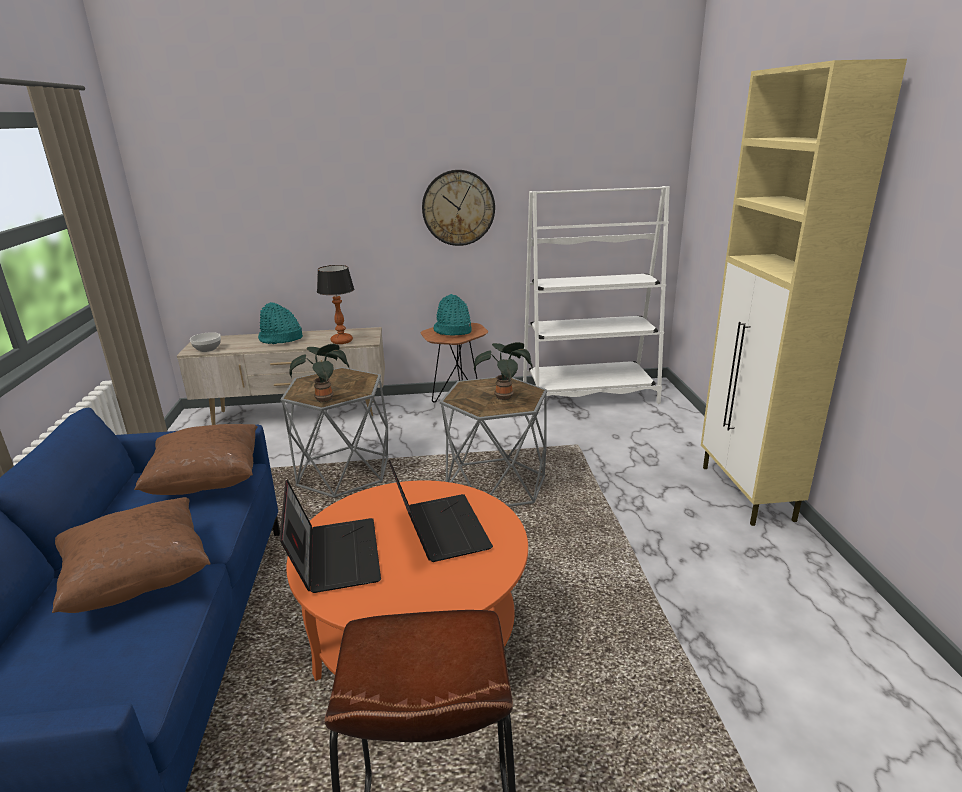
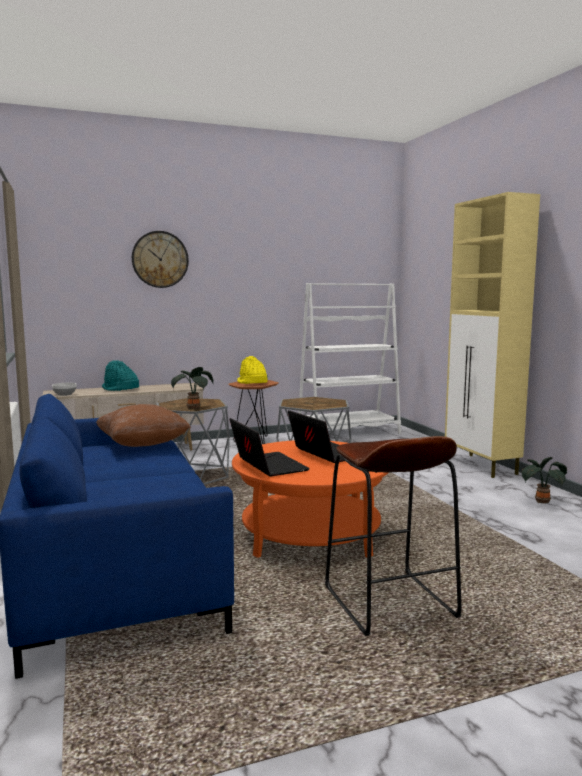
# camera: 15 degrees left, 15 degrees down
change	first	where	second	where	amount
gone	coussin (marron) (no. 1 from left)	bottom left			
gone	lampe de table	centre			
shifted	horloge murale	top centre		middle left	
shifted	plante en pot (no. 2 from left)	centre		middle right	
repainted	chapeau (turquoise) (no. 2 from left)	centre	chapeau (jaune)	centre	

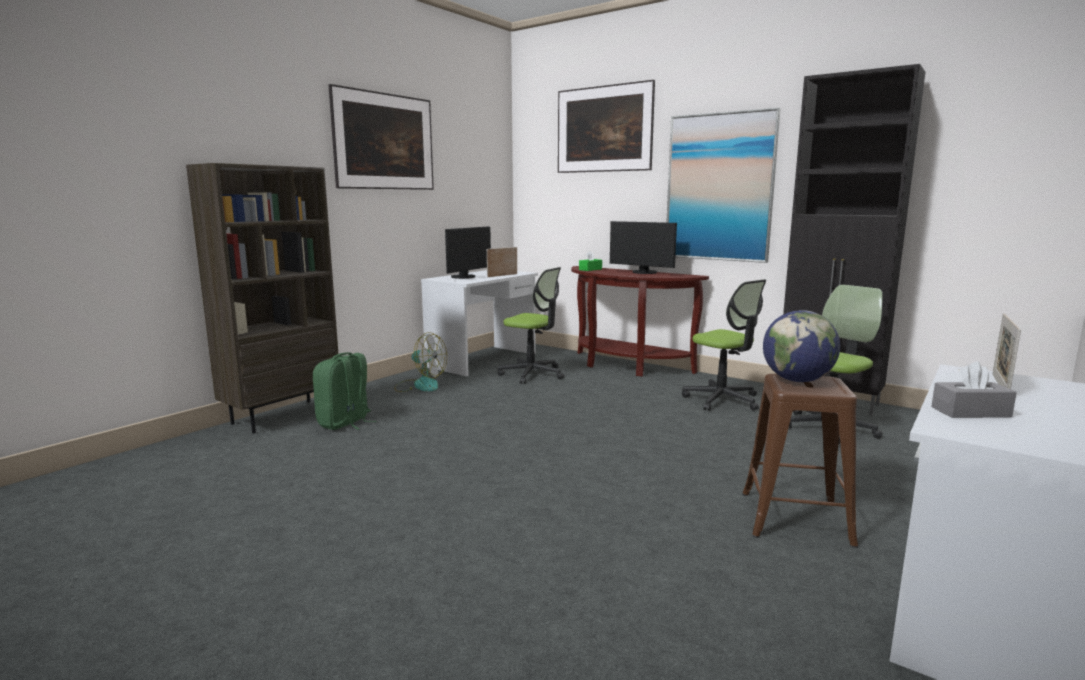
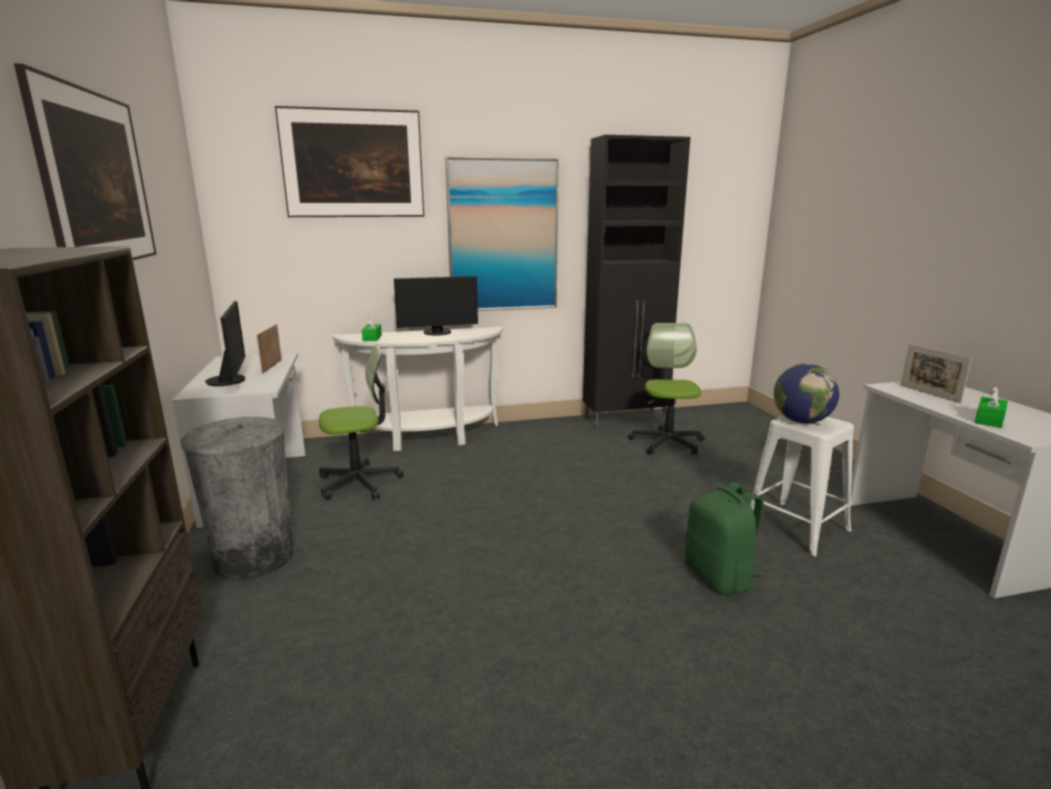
# camera: 50 degrees left, 5 degrees up
change	first	where	second	where	amount
gone	chaise de bureau (no. 2 from left)	middle right			
shifted	sac à dos (vert)	middle left		bottom right	
swapped	ventilateur	centre	poubelle (gris)	middle left	
repainted	table console (marron)	centre	table console (blanc)	centre	
repainted	tabouret (marron)	bottom right	tabouret (blanc)	middle right	
repainted	boîte à mouchoirs (gris)	middle right	boîte à mouchoirs (vert) (no. 2 from left)	middle right	

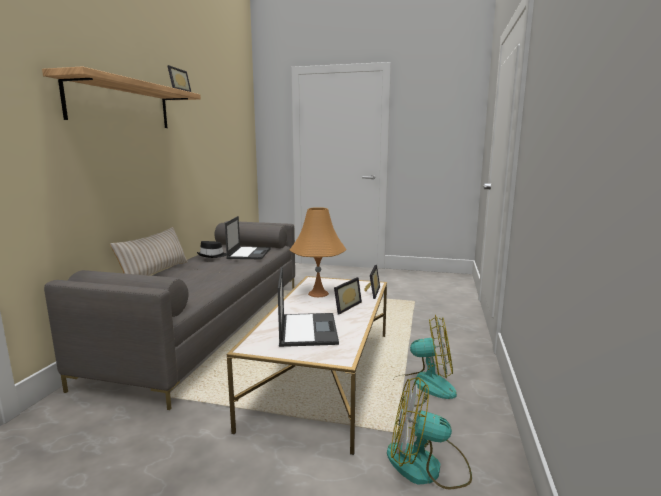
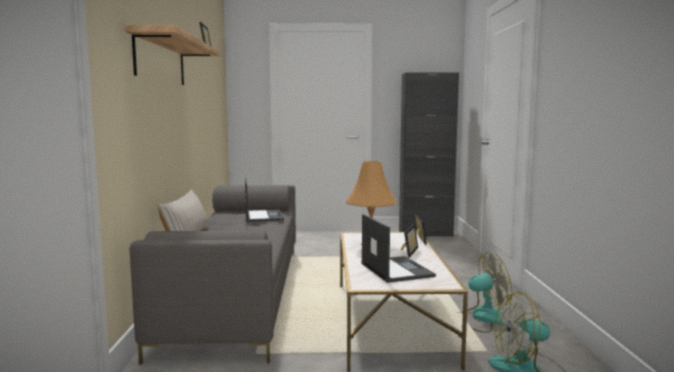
# camera: 15 degrees left, 5 degrees down
change	first	where	second	where	amount
gone	chapeau (noir)	middle left			
new			meuble de rangement (noir)	centre	

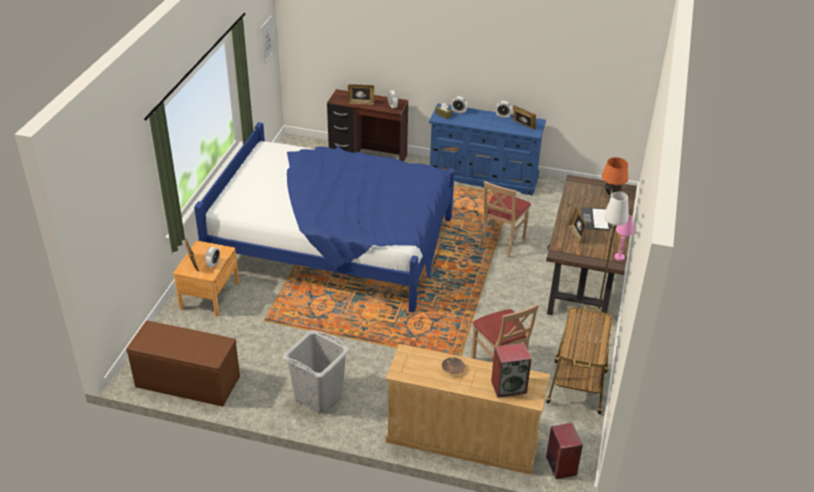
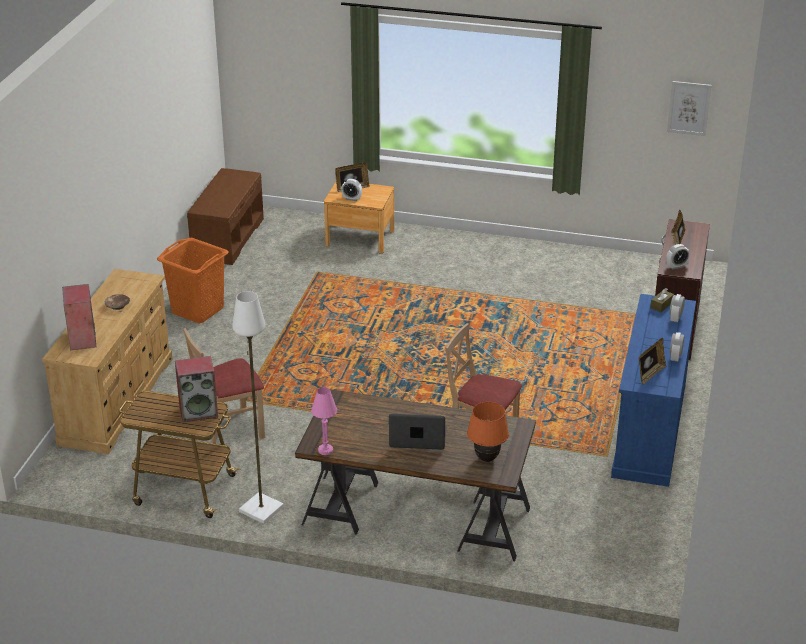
# camera: 90 degrees right, 5 degrees down
change	first	where	second	where	amount
gone	lit (bleu)	centre			
gone	cadre photo (no. 4 from left)	middle right			
shifted	enceinte (no. 2 from left)	bottom right		middle left	
repainted	panier à linge (gris)	bottom centre	panier à linge (orange)	middle left	

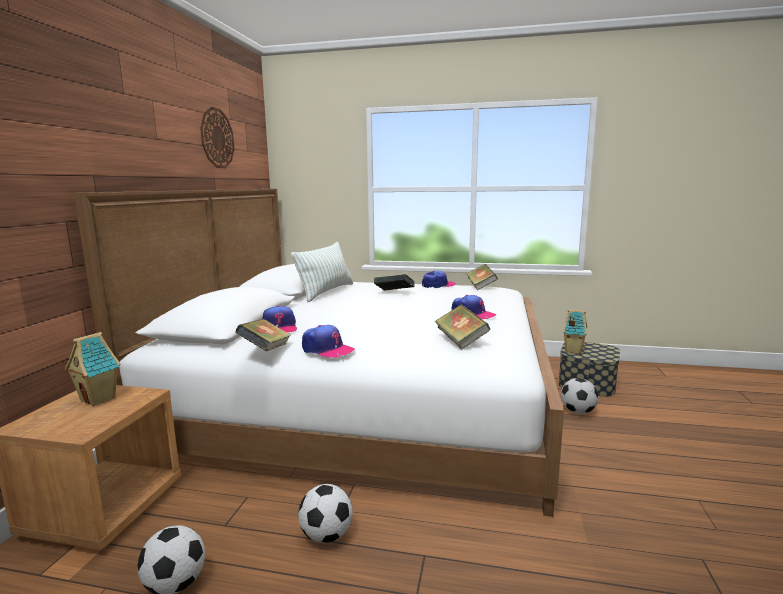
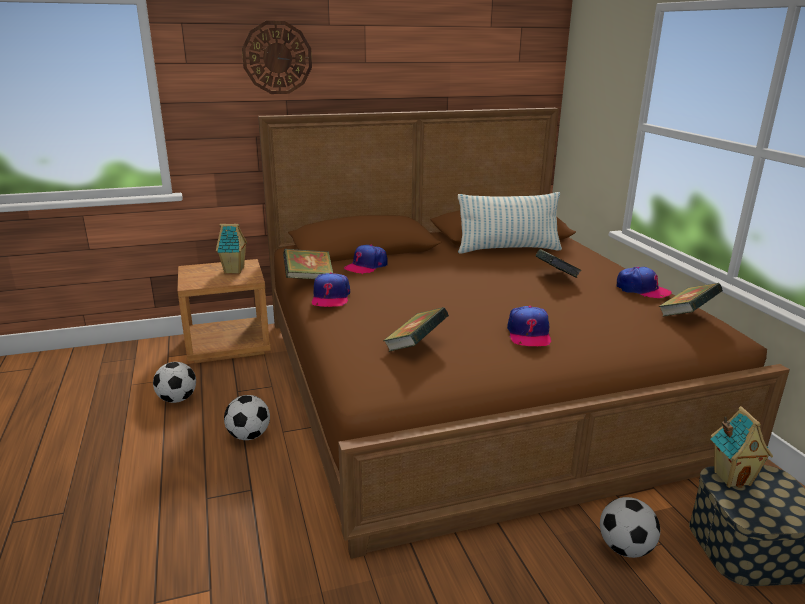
# camera: 60 degrees right, 10 degrees up
change	first	where	second	where	amount
shifted	horloge murale	top left		top centre	
repainted	lit (blanc)	centre	lit (marron)	centre	

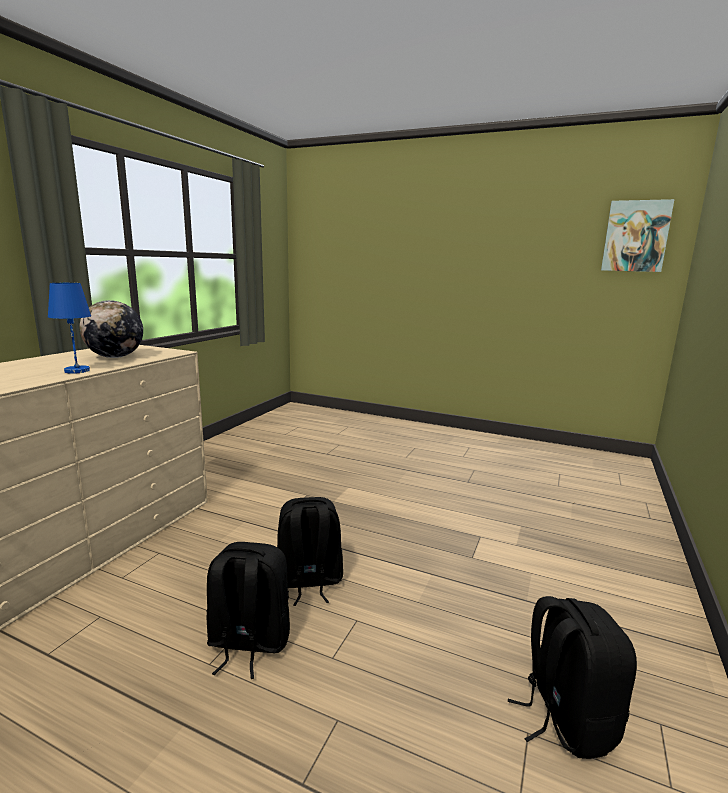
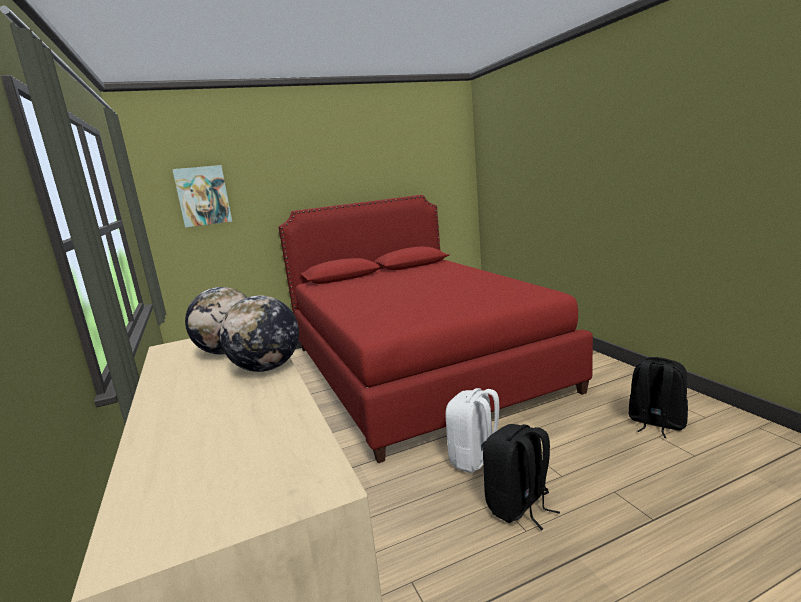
# camera: 45 degrees left, 0 degrees up
change	first	where	second	where	amount
new			lit (rouge)	centre	
shifted	tableau	top right		top left	
swapped	lampe de table (bleu)	middle left	globe (no. 2 from left)	middle left	
repainted	sac à dos (noir) (no. 2 from left)	bottom centre	sac à dos (blanc)	bottom centre	

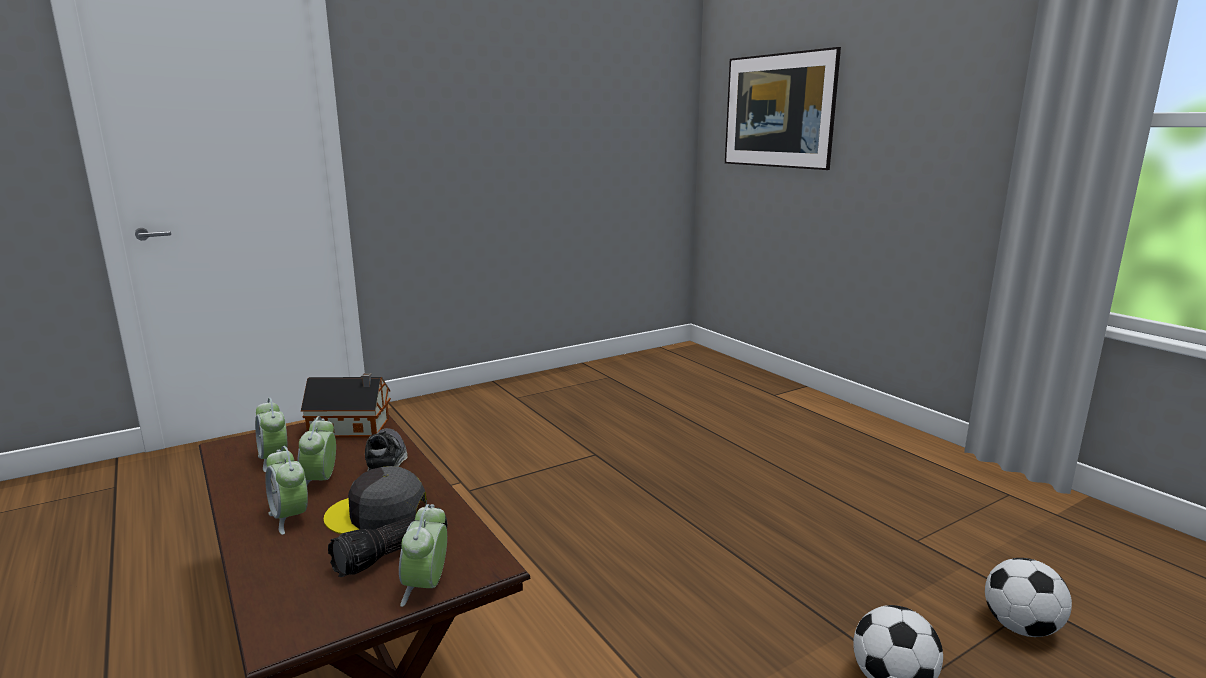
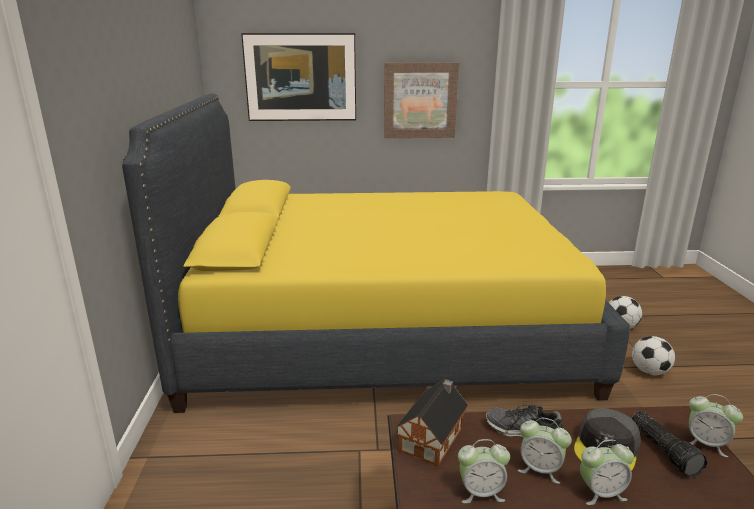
# camera: 60 degrees left, 5 degrees up
change	first	where	second	where	amount
new			lit (jaune)	centre	
new			tableau (no. 2 from left)	top centre	

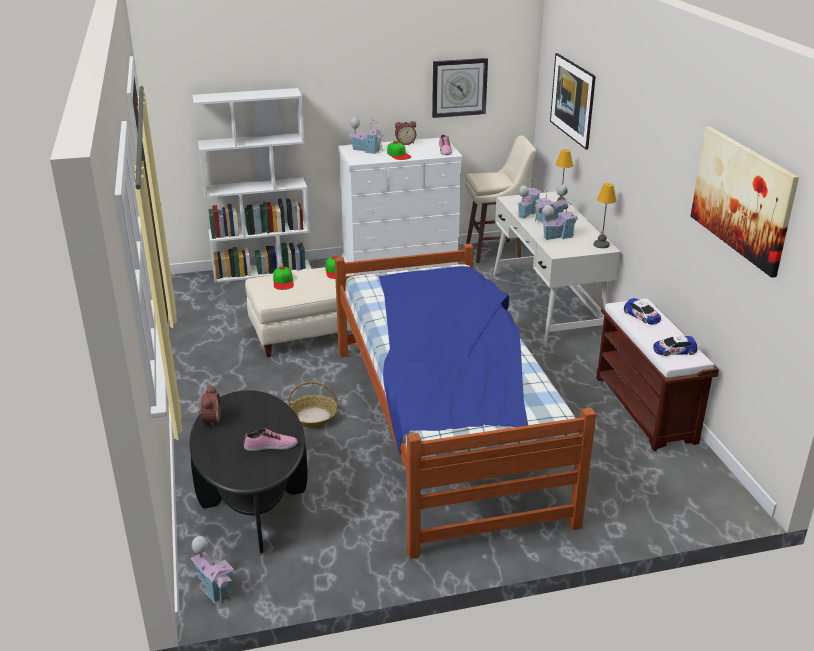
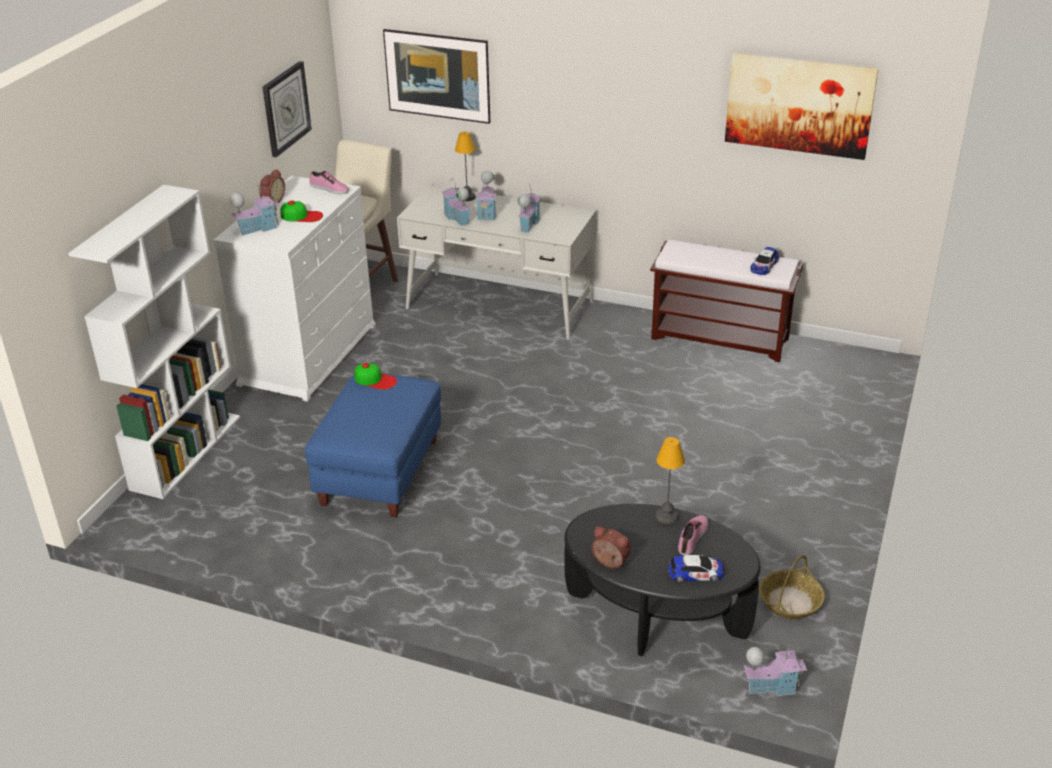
# camera: 55 degrees left, 5 degrees up
change	first	where	second	where	amount
gone	casquette (no. 1 from left)	centre			
gone	lit	centre			
shifted	panier	centre		bottom right	
shifted	lampe de table (no. 2 from left)	top right		centre	
shifted	petite voiture (no. 1 from left)	middle right		bottom centre	
repainted	pouf (beige)	centre	pouf (bleu)	centre	

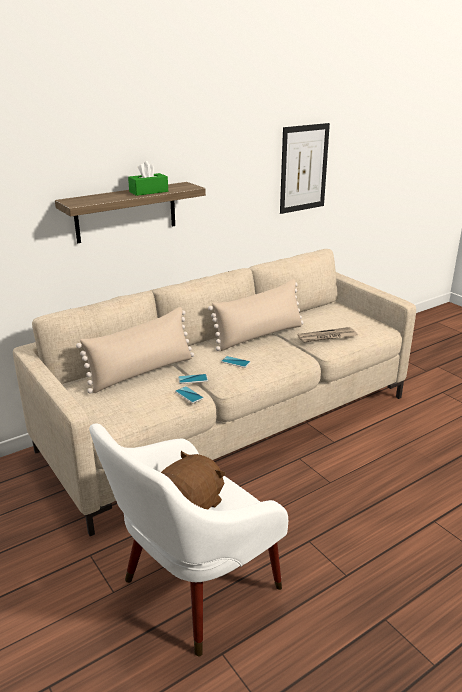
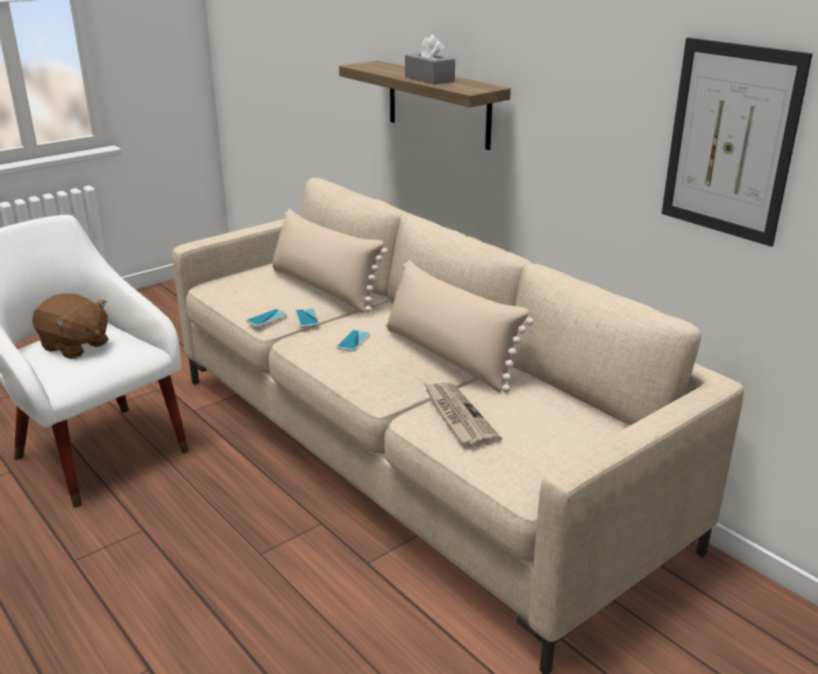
# camera: 85 degrees right, 0 degrees up
change	first	where	second	where	amount
repainted	boîte à mouchoirs (vert)	top left	boîte à mouchoirs (gris)	top centre	

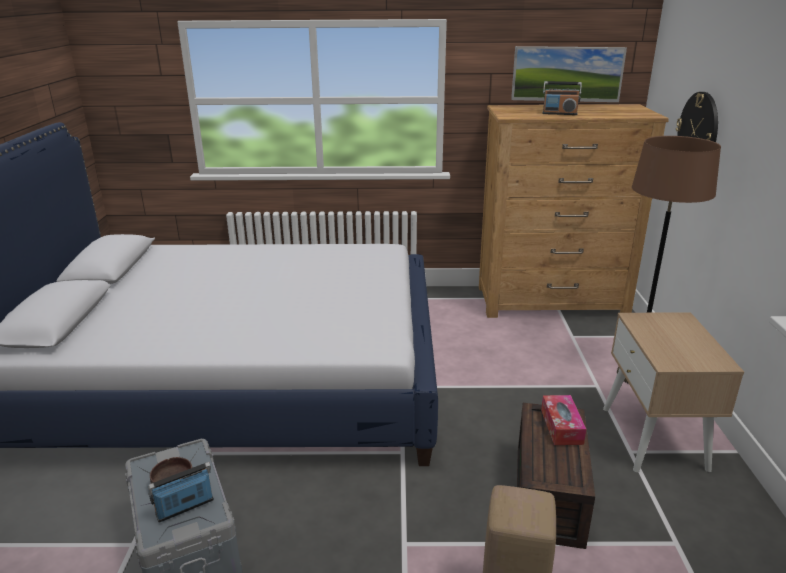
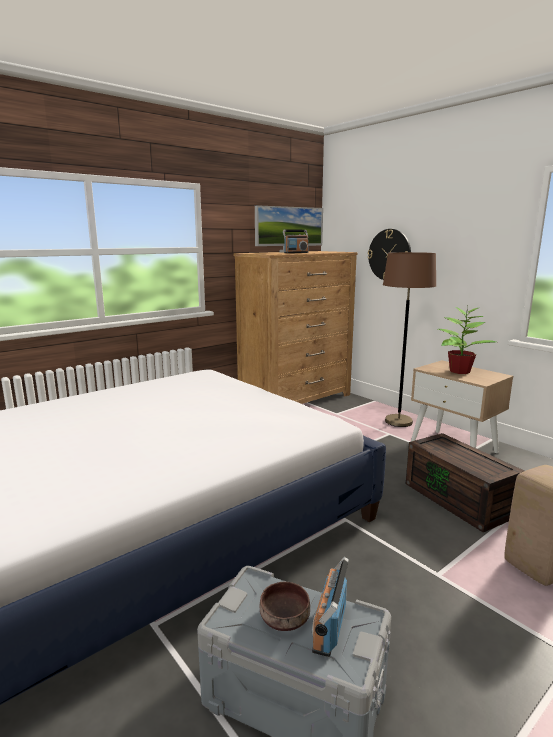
# camera: 40 degrees left, 10 degrees down
change	first	where	second	where	amount
gone	boîte à mouchoirs	bottom right			
new			plante en pot	middle right	

